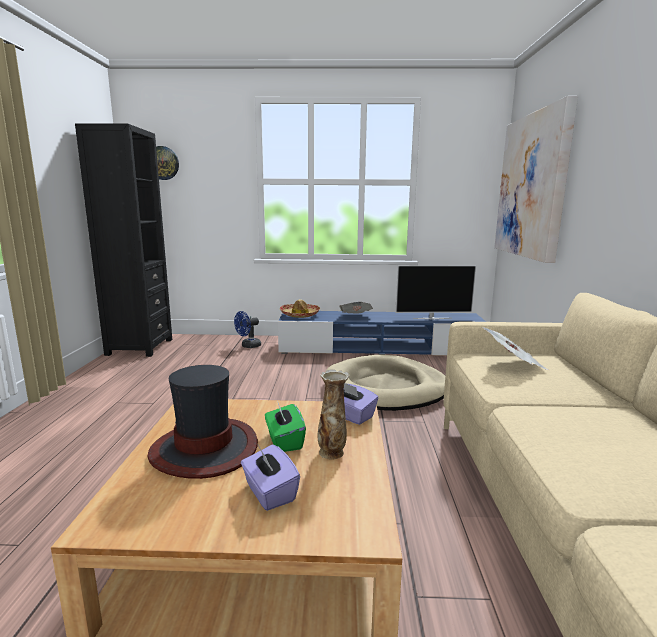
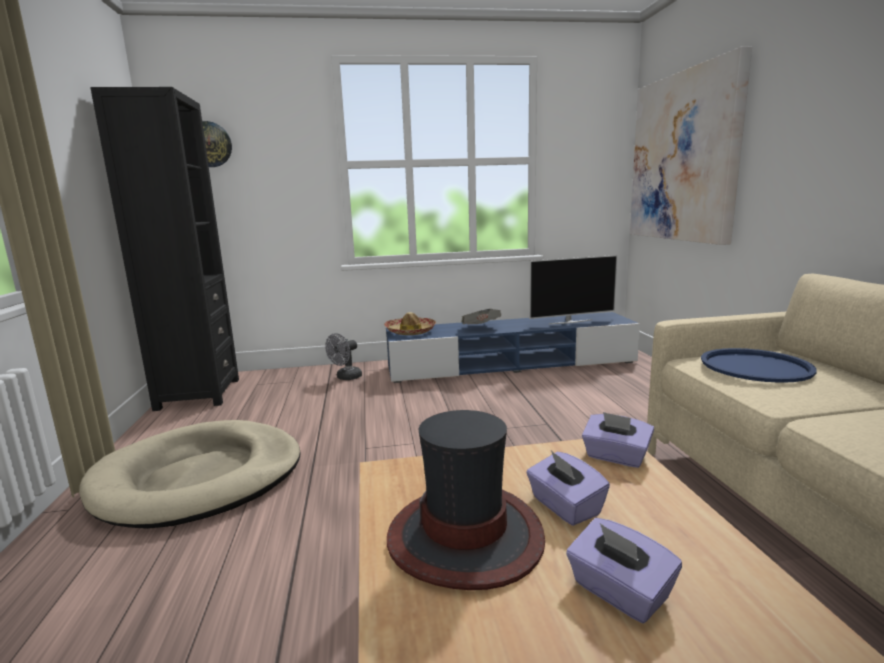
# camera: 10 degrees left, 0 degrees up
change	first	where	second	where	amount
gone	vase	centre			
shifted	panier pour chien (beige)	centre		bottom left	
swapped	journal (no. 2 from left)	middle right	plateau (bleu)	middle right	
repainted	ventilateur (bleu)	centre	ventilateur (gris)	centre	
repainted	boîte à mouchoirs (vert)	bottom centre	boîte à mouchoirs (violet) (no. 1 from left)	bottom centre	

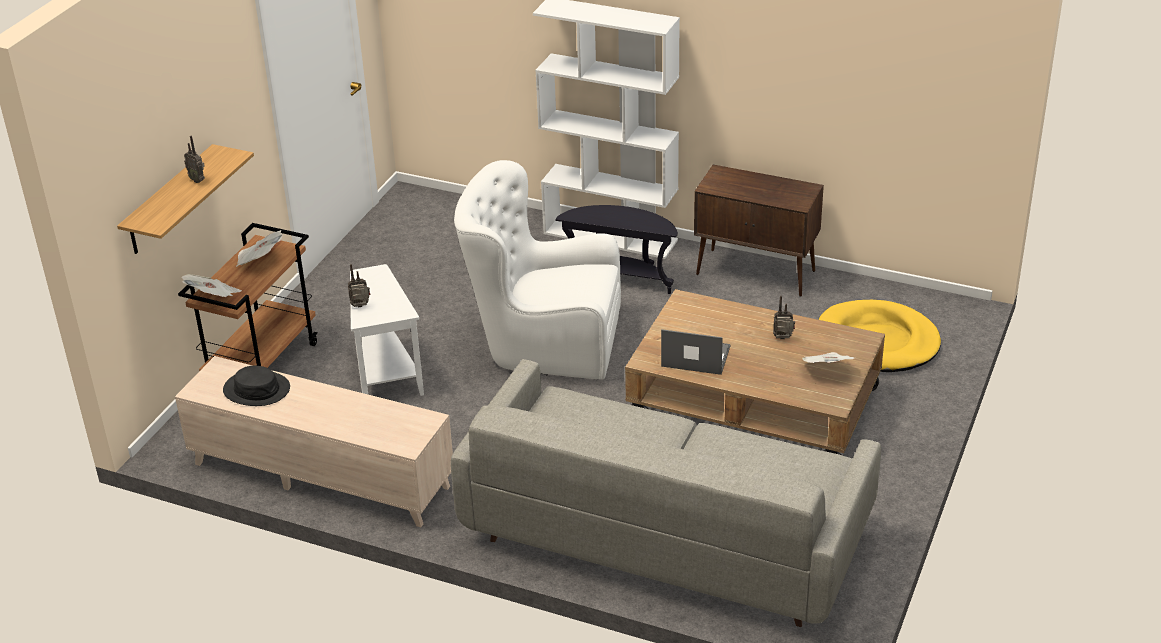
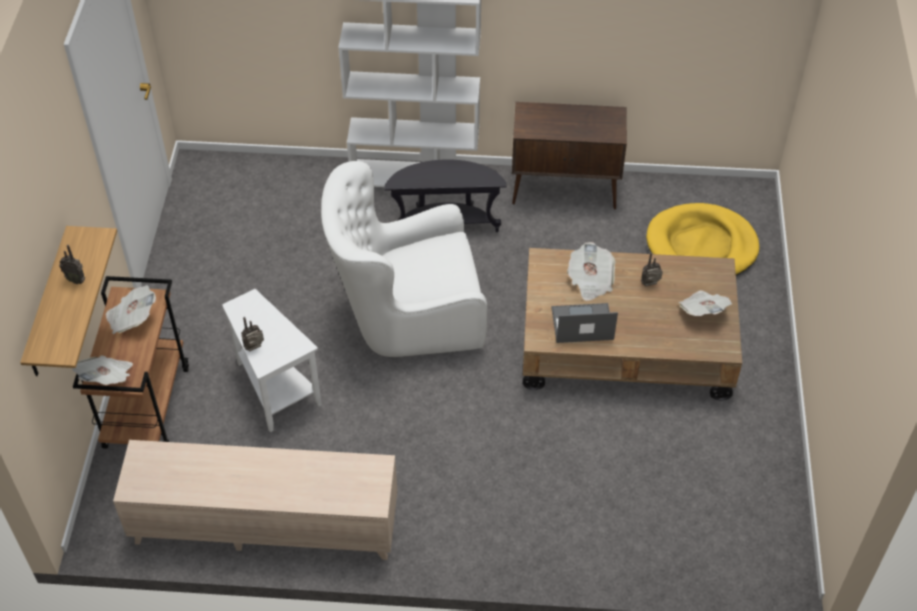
# camera: 20 degrees left, 15 degrees up
change	first	where	second	where	amount
gone	chapeau (noir)	middle left			
gone	canapé (gris)	bottom centre			
new			journal (no. 3 from left)	centre	

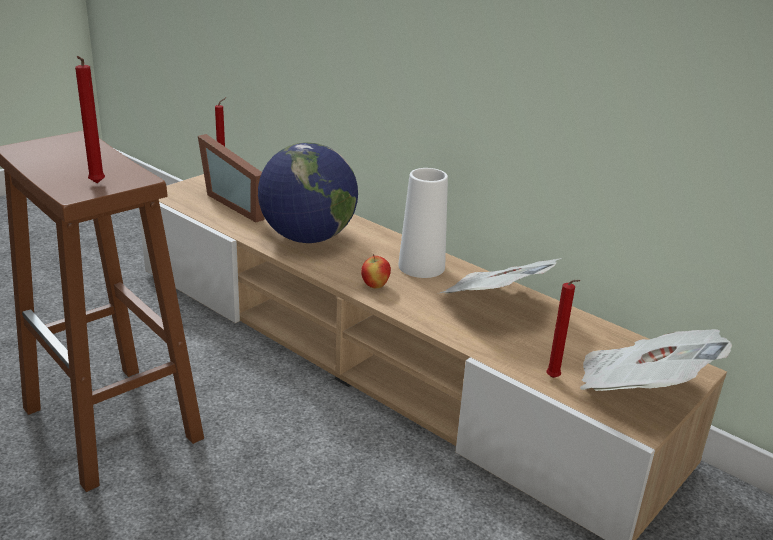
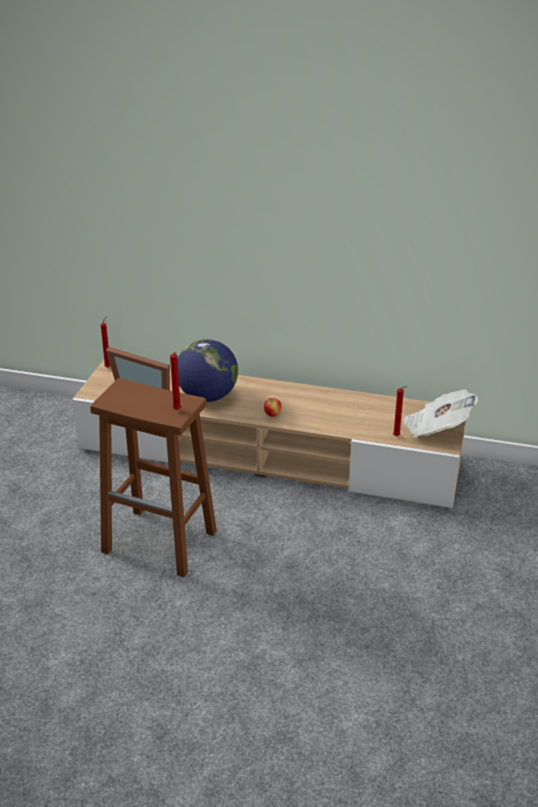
# camera: 25 degrees left, 5 degrees up
change	first	where	second	where	amount
gone	vase (blanc)	centre			
gone	journal (no. 1 from left)	centre			

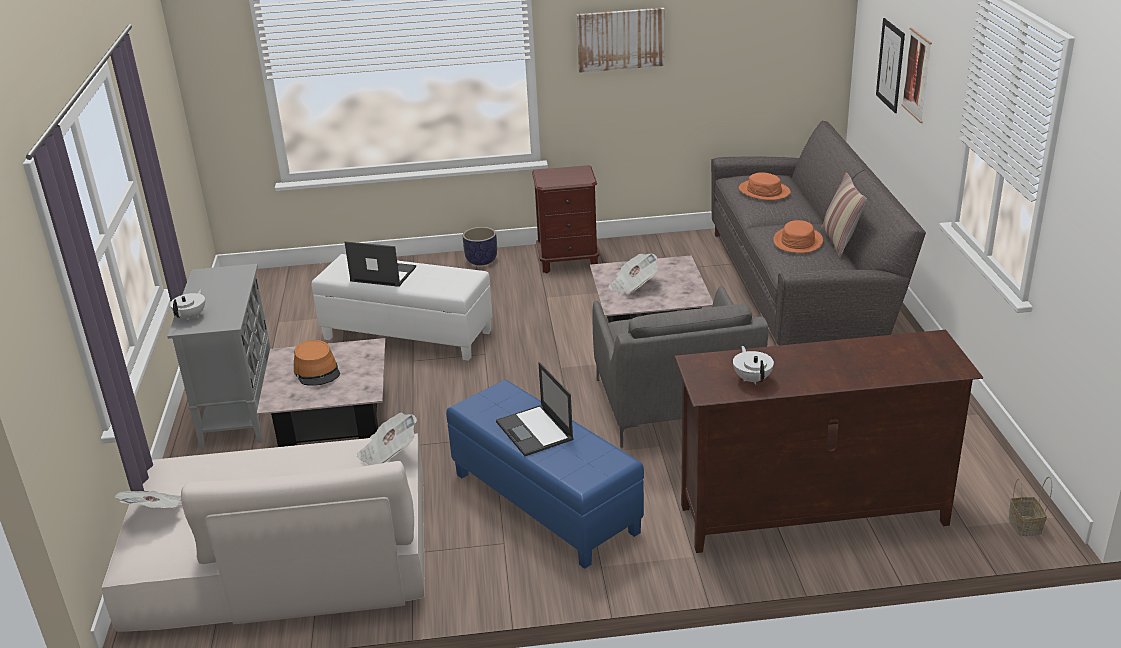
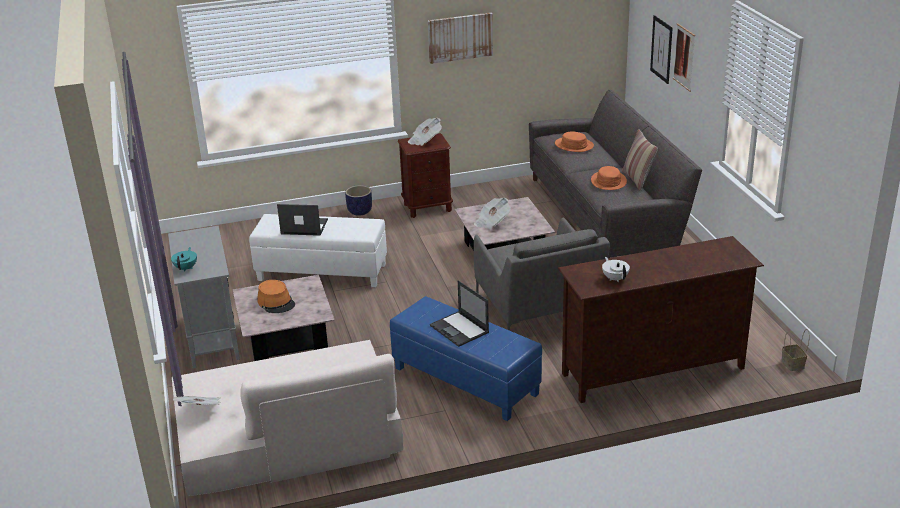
# camera: 10 degrees left, 0 degrees up
change	first	where	second	where	amount
shifted	journal (no. 2 from left)	bottom centre		top centre	
repainted	théière (blanc) (no. 1 from left)	middle left	théière (turquoise)	middle left	

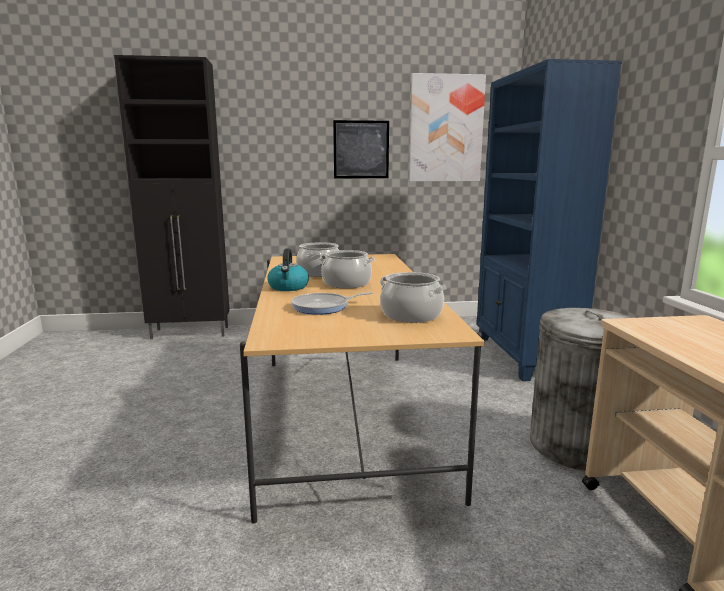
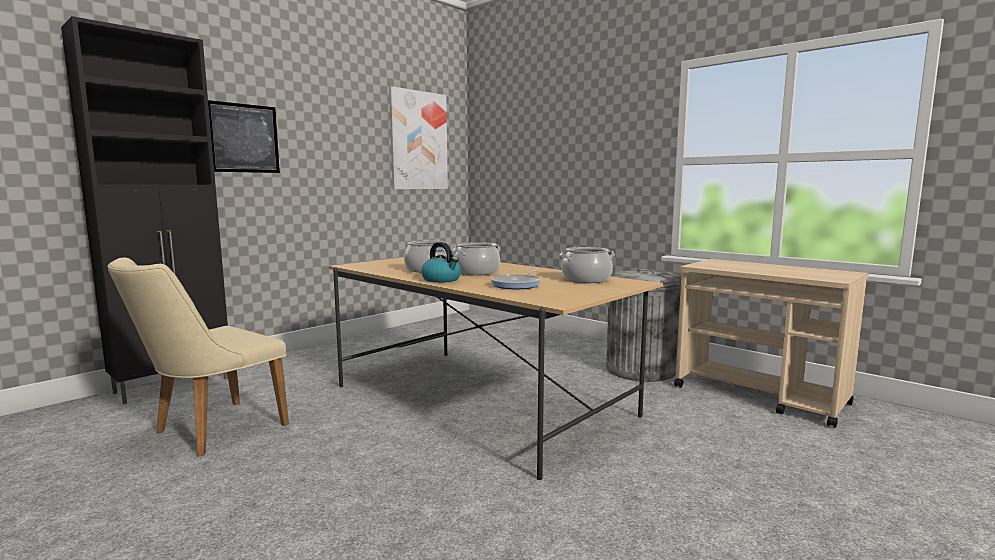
# camera: 40 degrees left, 5 degrees down
change	first	where	second	where	amount
gone	bibliothèque (bleu)	middle right			
new			chaise (beige)	middle left	
shifted	tableau (no. 1 from left)	top centre		top left	

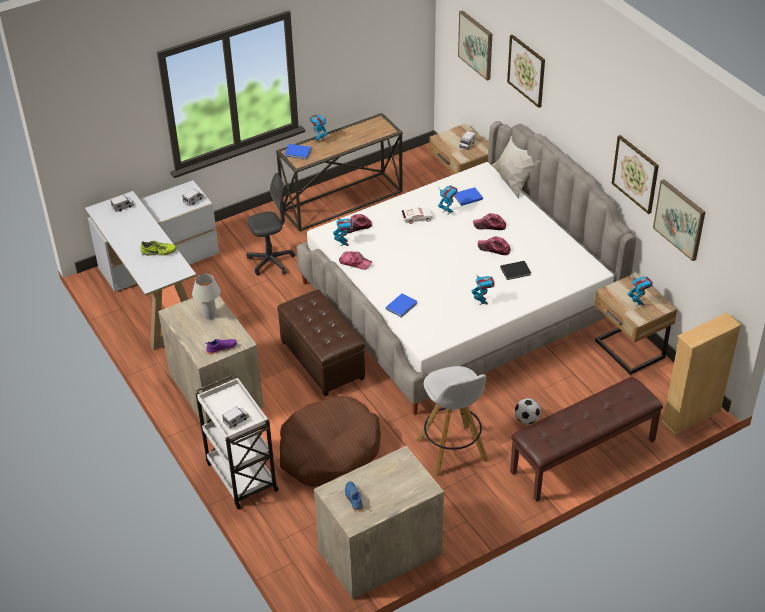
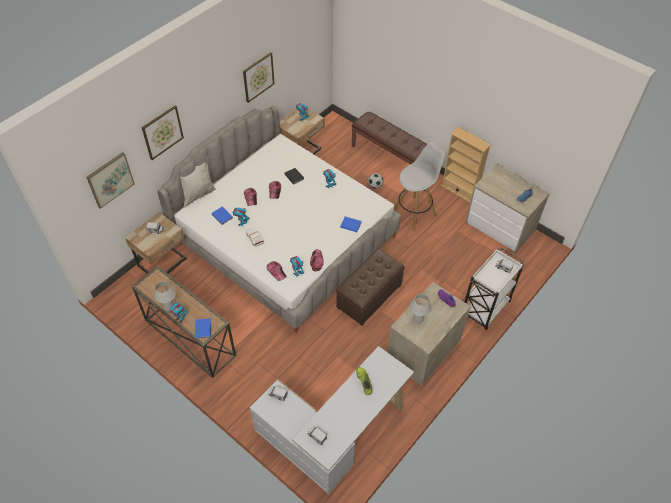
# camera: 110 degrees left, 10 degrees up
change	first	where	second	where	amount
gone	chaise de bureau (gris)	centre			
gone	panier pour chien (marron)	bottom centre			
gone	tableau (no. 4 from left)	middle right			
new			lampe de table (blanc) (no. 1 from left)	middle left	
shifted	bibliothèque (beige)	middle right		top right	

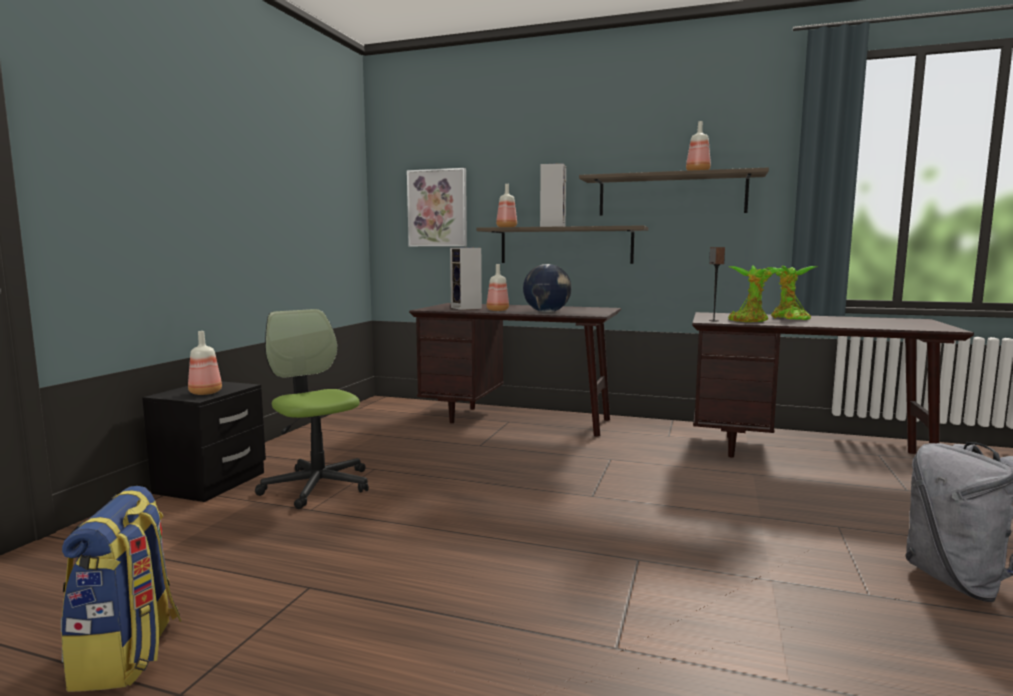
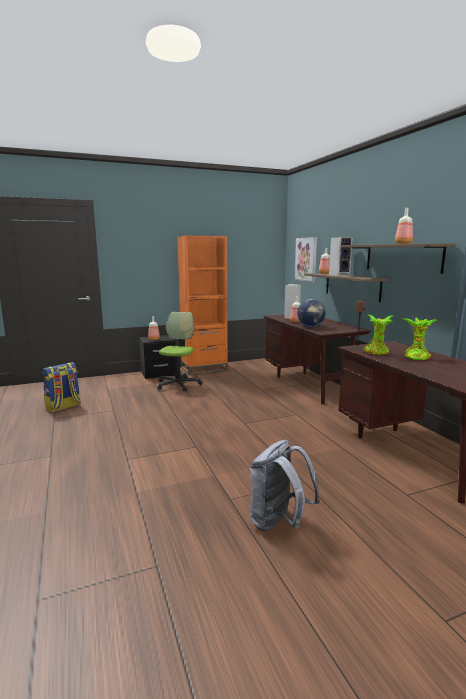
# camera: 50 degrees right, 5 degrees up
change	first	where	second	where	amount
new			bibliothèque (orange)	centre	

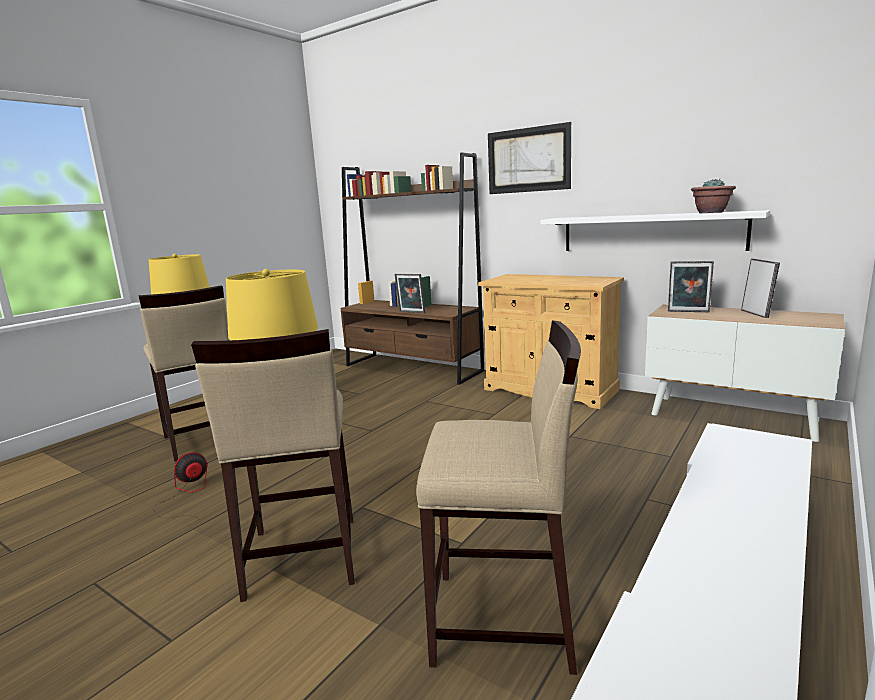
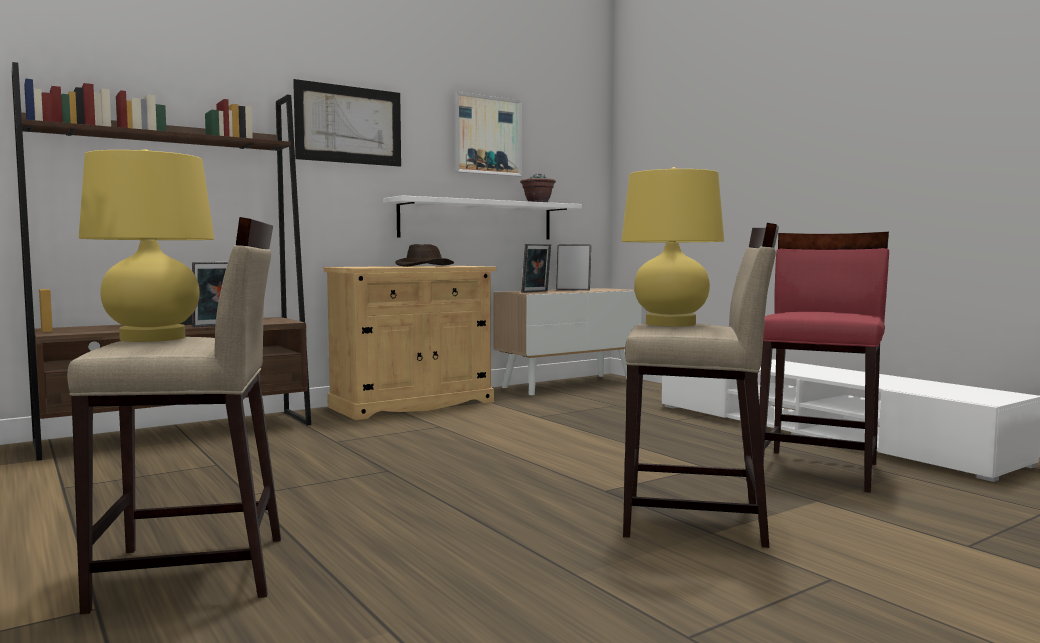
# camera: 70 degrees left, 10 degrees down
change	first	where	second	where	amount
gone	ventilateur	bottom left			
new			chapeau (marron)	centre	
new			tableau (no. 2 from left)	top centre	
repainted	tabouret (beige) (no. 3 from left)	bottom centre	tabouret (rouge)	middle right	

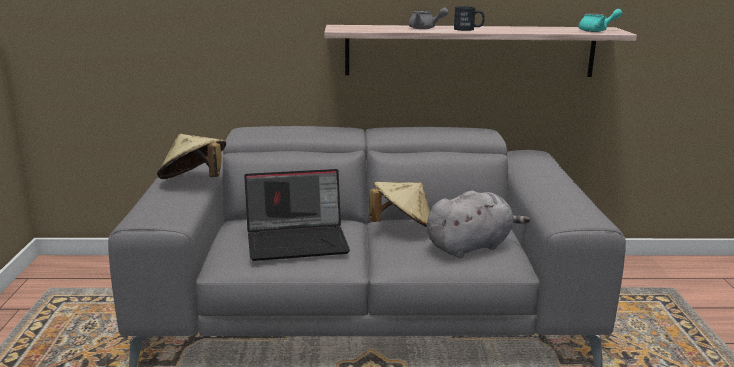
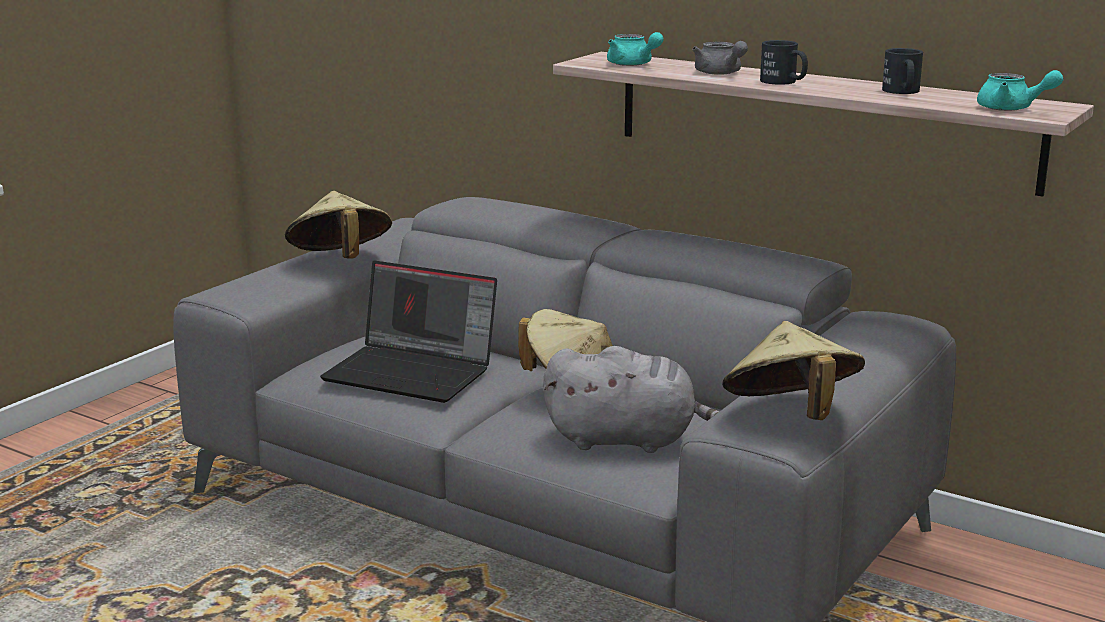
# camera: 35 degrees right, 0 degrees up
change	first	where	second	where	amount
new			théière (turquoise) (no. 1 from left)	top centre	
new			chapeau (beige) (no. 3 from left)	middle right	
new			mug (noir) (no. 2 from left)	top right	

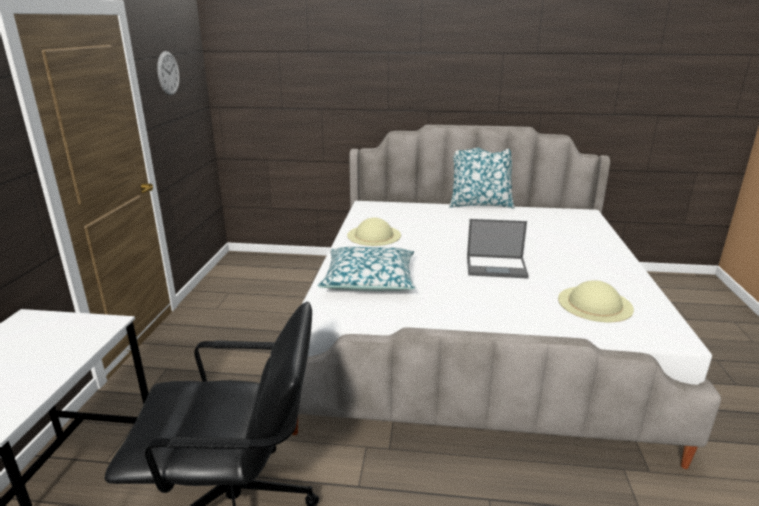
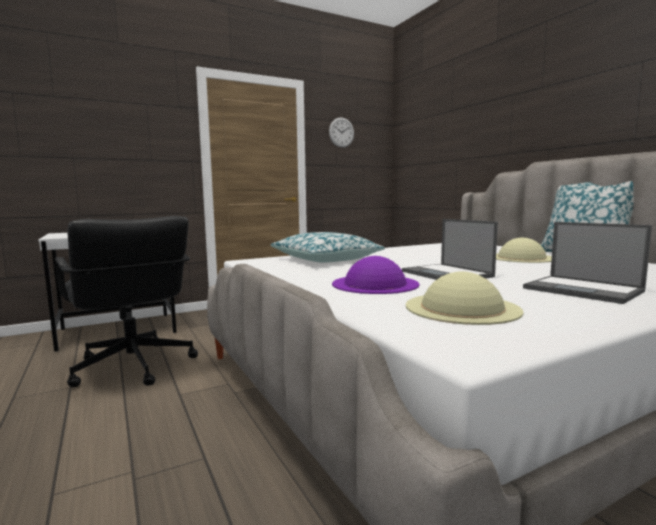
# camera: 55 degrees right, 15 degrees down
change	first	where	second	where	amount
new			chapeau (violet)	centre	
new			ordinateur portable (no. 2 from left)	middle right	
shifted	chapeau (beige) (no. 1 from left in the first image)	centre	chapeau (beige) (no. 2 from left)	middle right	

